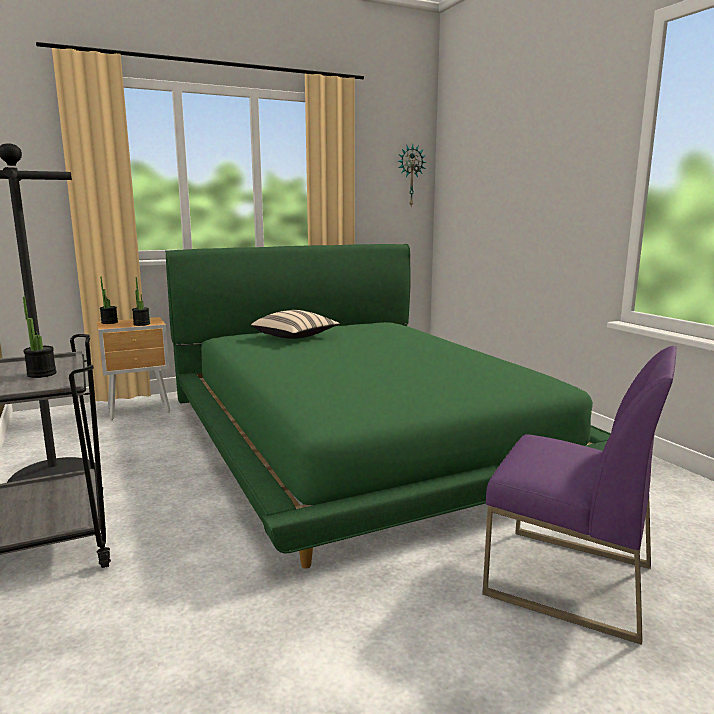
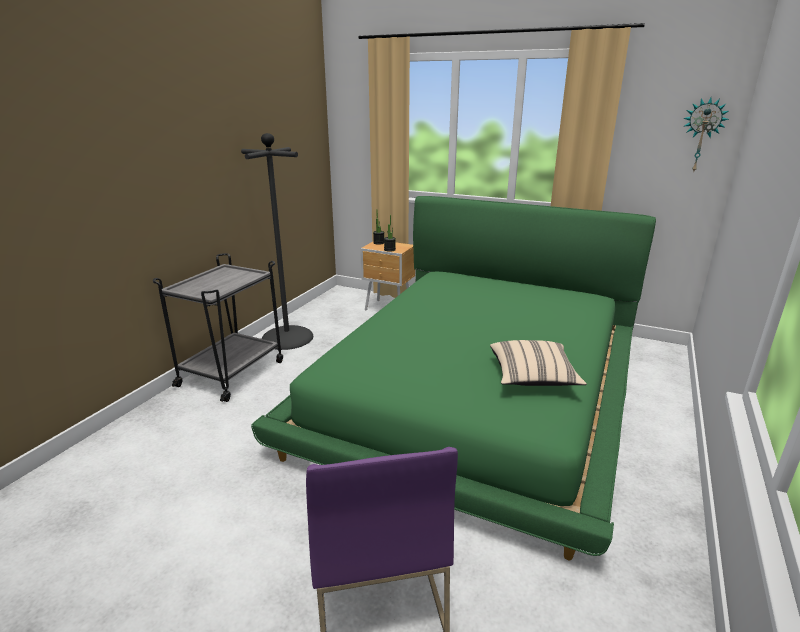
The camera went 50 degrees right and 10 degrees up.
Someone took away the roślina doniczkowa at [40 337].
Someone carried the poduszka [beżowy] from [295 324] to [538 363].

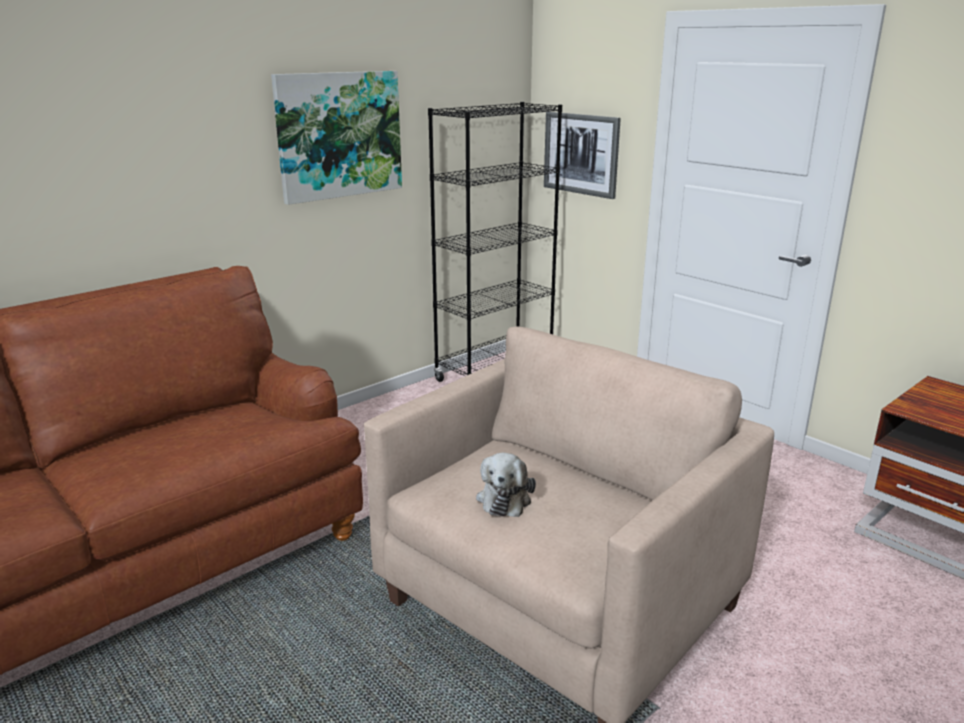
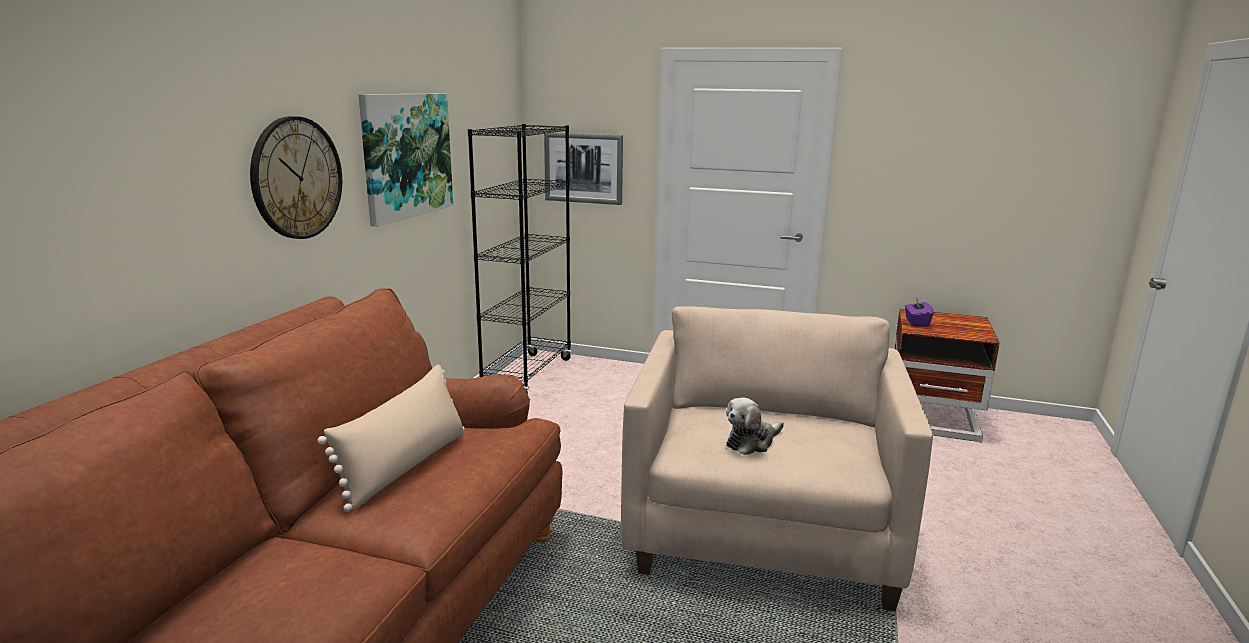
The camera went 30 degrees left and 5 degrees down.
Someone rotated the pluszak at [506 484] by 75 degrees clockwise.
Someone put up the zegar ścienny at [296 177].
Someone put down the poduszka [beżowy] at [391 438].
Someone put down the pudełko chusteczek [fioletowy] at [919 312].

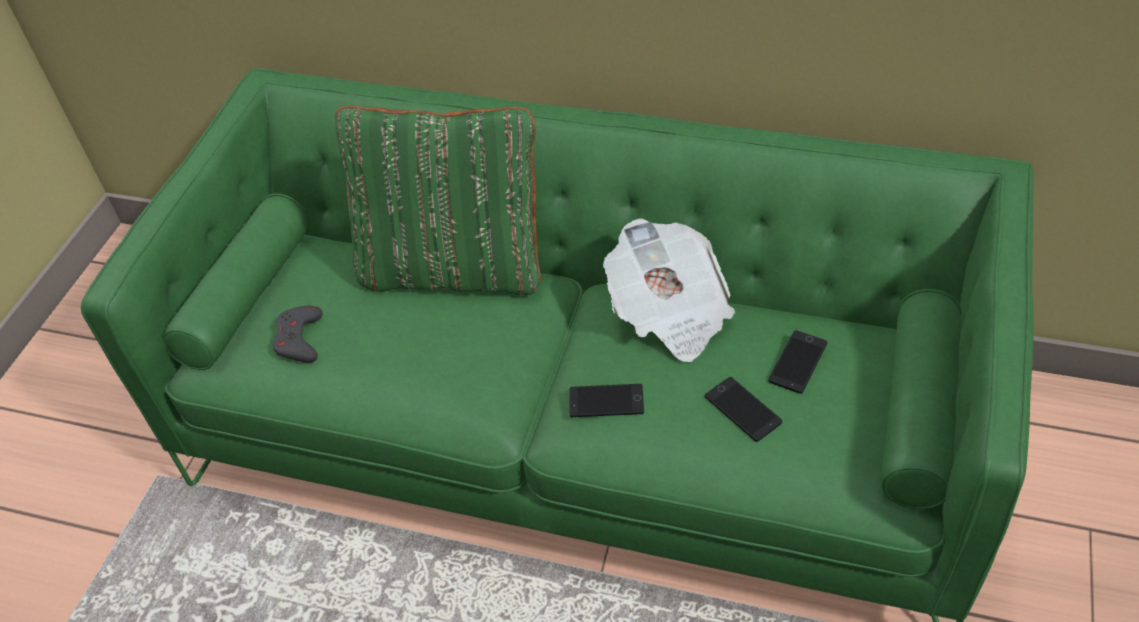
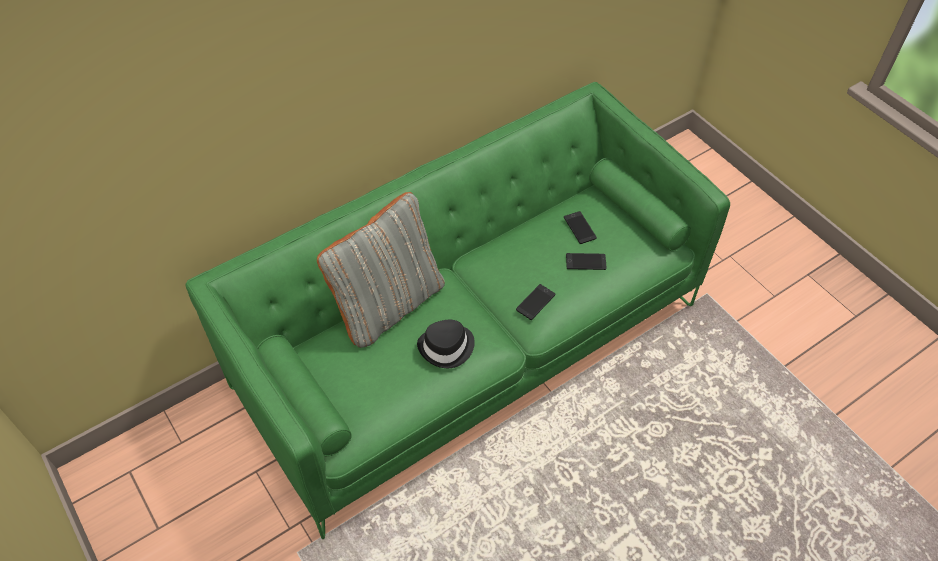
The camera went 55 degrees left and 5 degrees up.
Someone took away the pad do gier [szary] at [298 334].
Someone repainted the poduszka [zielony] at [438 200], which became the poduszka [szary] at [381 270].
Someone took away the gazeta at [669 290].
Someone put down the kapelusz [czarny] at [446 344].

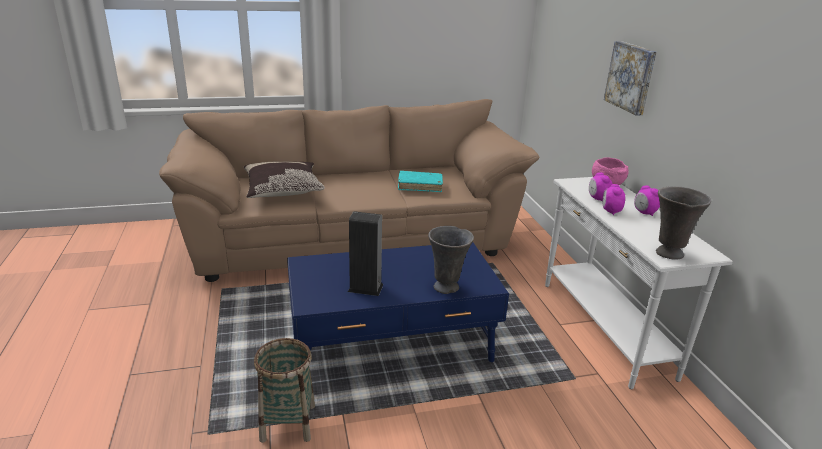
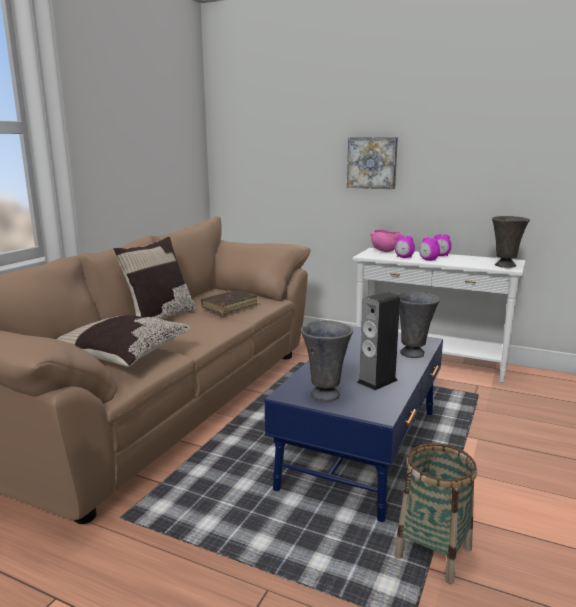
The camera went 50 degrees left and 10 degrees down.
Someone repainted the książka [turkusowy] at [420 181], which became the książka [brązowy] at [229 302].
Someone put down the poduszka at [154 278].
Someone put down the wazon [szary] at [327 361].

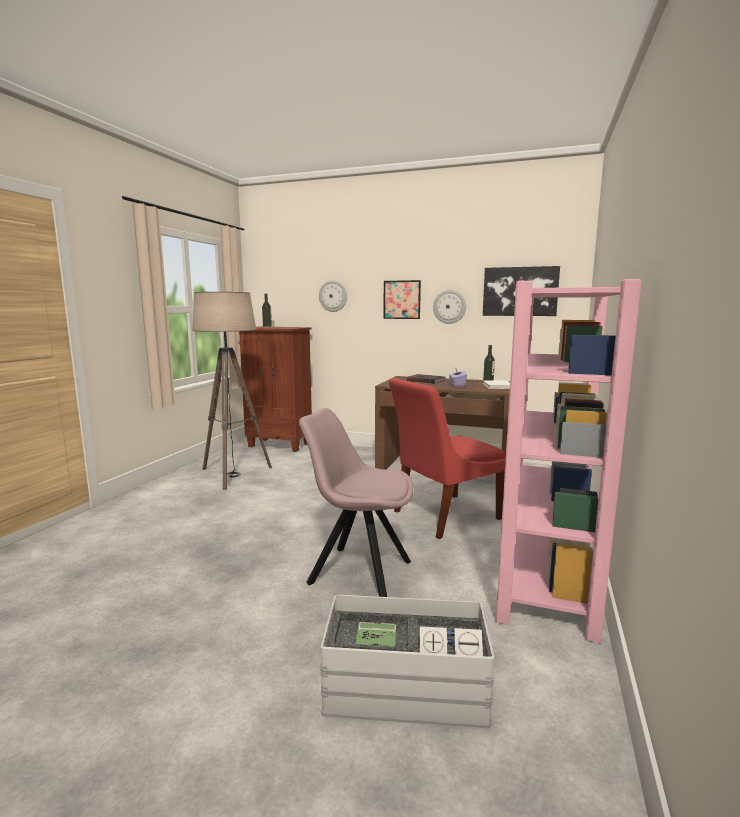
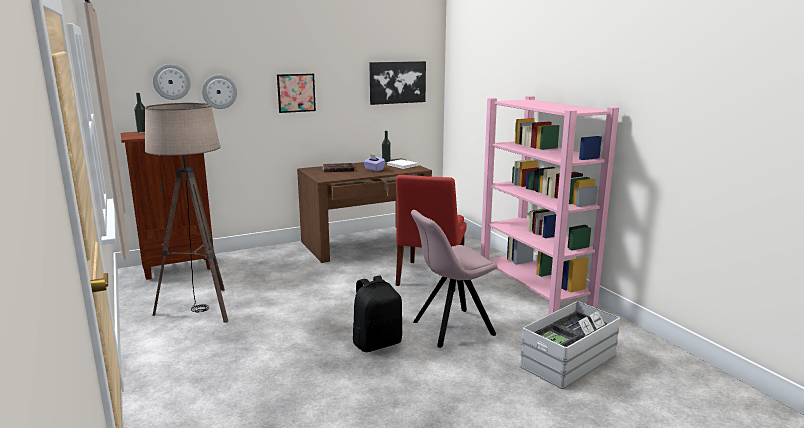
The camera went 45 degrees left and 5 degrees up.
Someone carried the zegar ścienny from [449 307] to [172 82].
Someone put down the plecak [czarny] at [377 313].

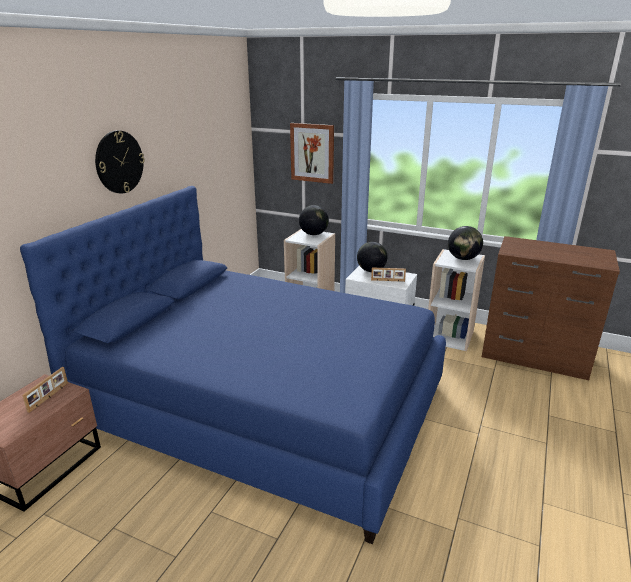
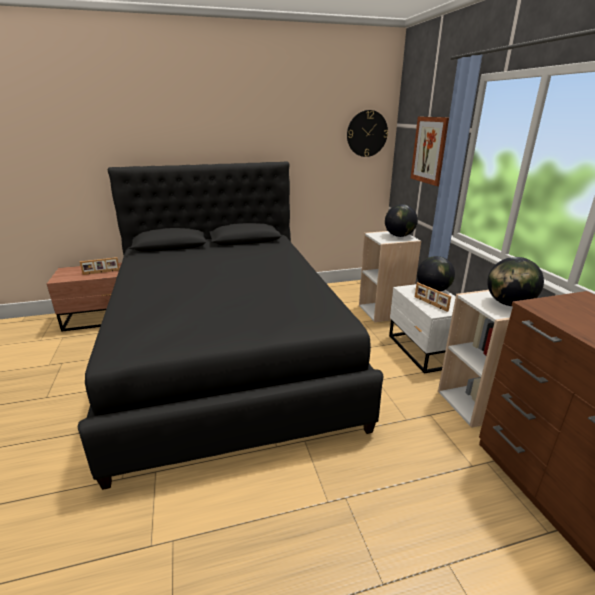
The camera went 50 degrees right and 0 degrees up.
Someone repainted the łóżko [niebieski] at [233 365], which became the łóżko [czarny] at [230 326].
Someone carried the zegar ścienny from [120 162] to [367 133].

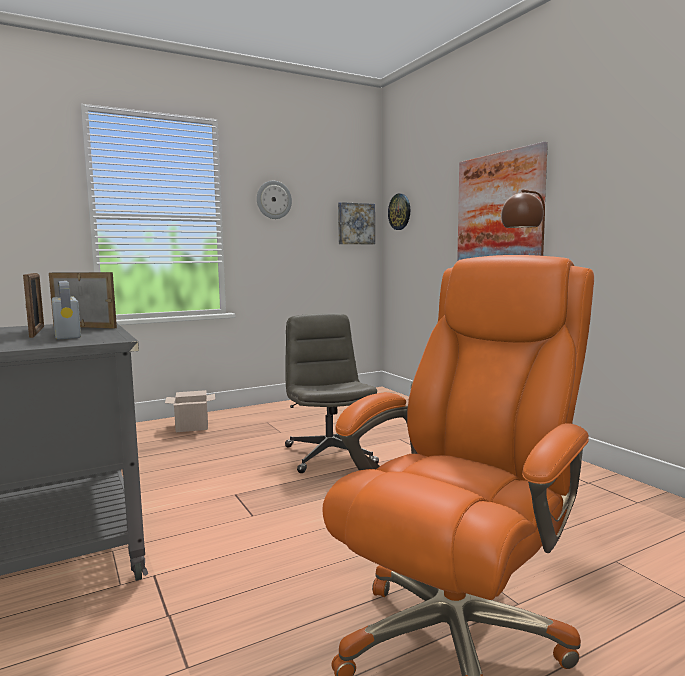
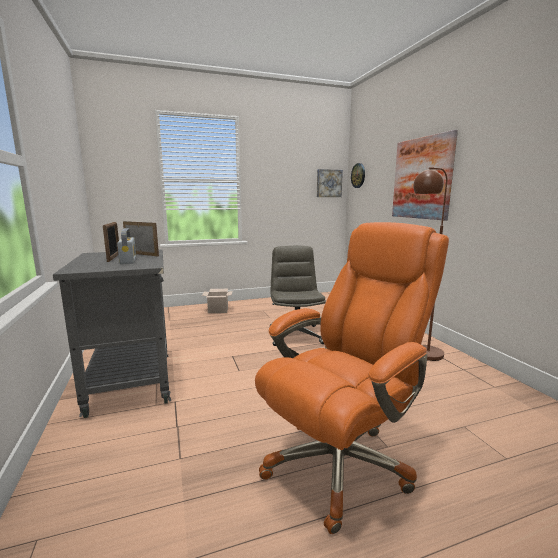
The camera went 10 degrees right and 5 degrees up.
Someone took away the zegar ścienny at [274 200].

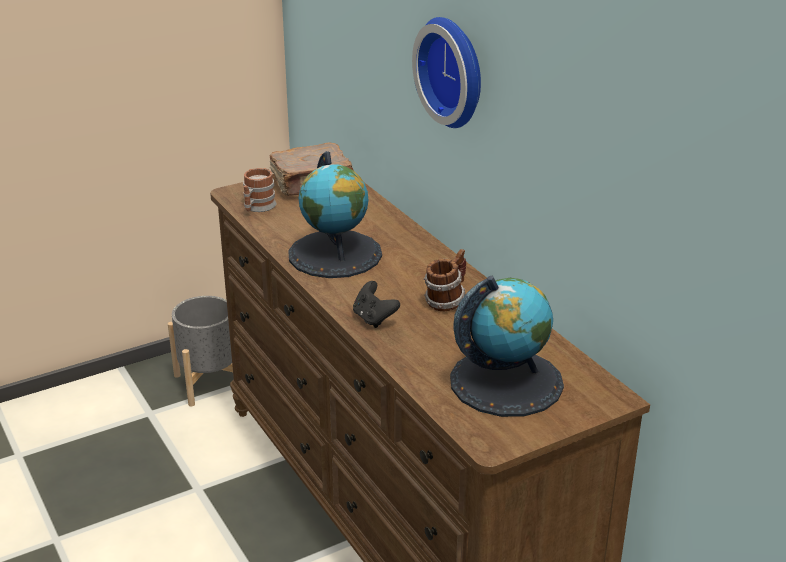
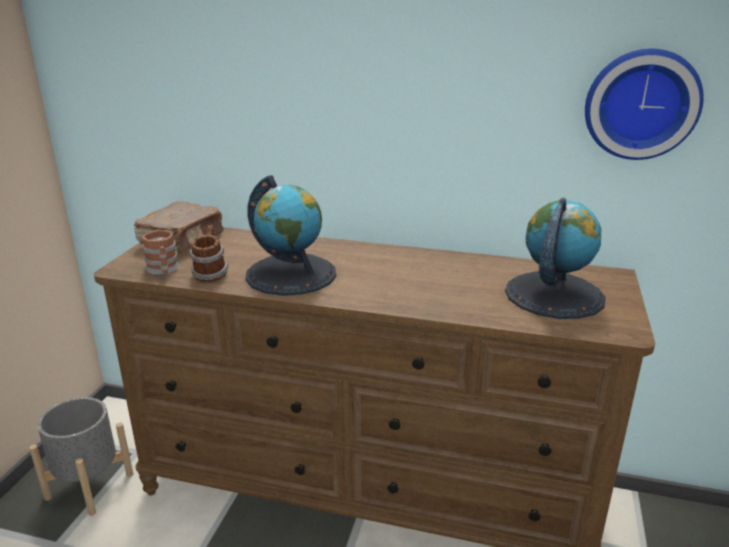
The camera went 45 degrees left and 5 degrees down.
Someone took away the pad do gier [czarny] at [376 304].
Someone carried the zegar ścienny from [446 72] to [644 104].
Someone carried the kubek from [445 280] to [209 253].

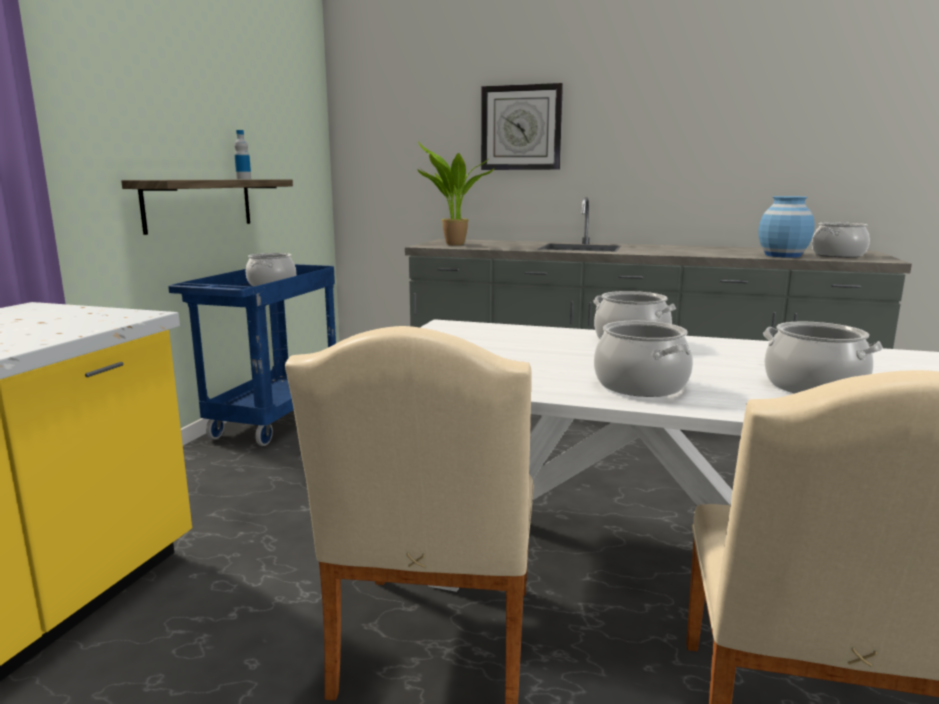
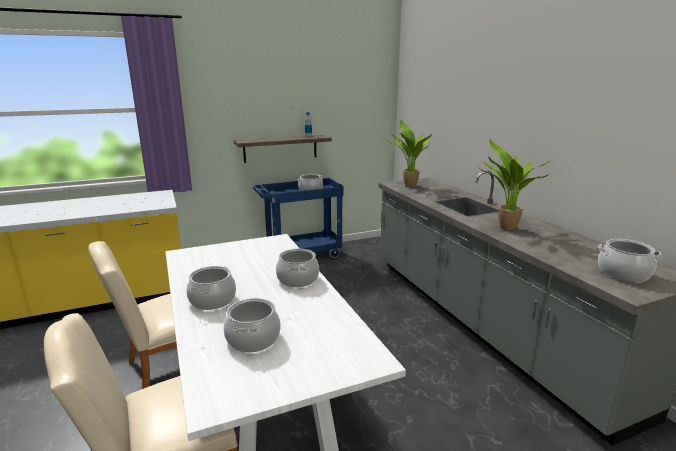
The camera went 50 degrees right and 5 degrees up.
Someone took away the zegar ścienny at [522 126].
Someone took away the wazon [niebieski] at [786 227].
Someone put down the roślina doniczkowa at [514 184].

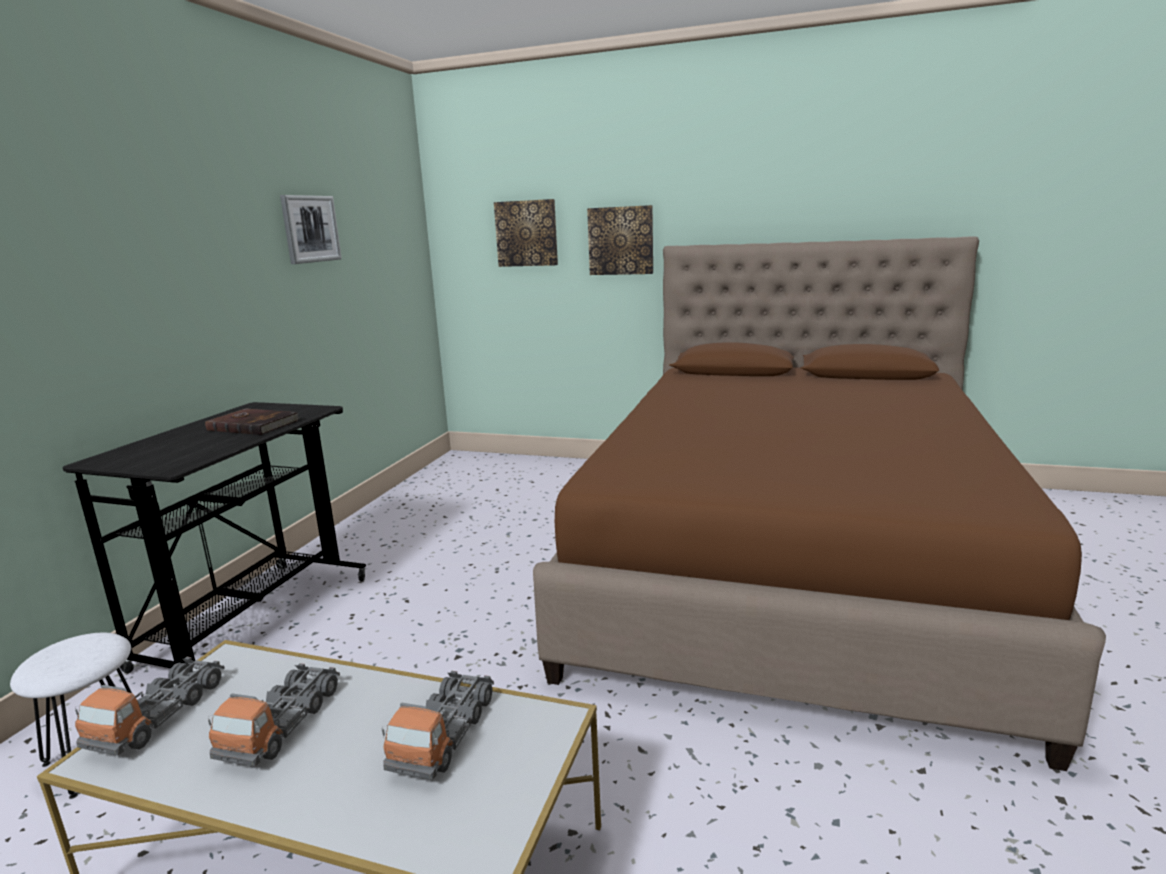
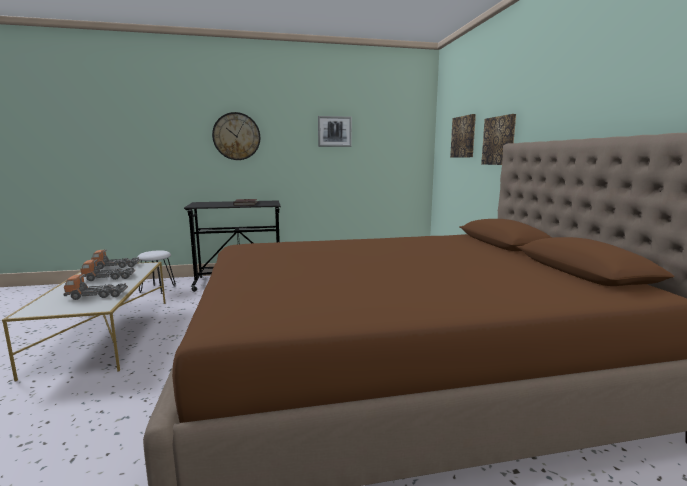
The camera went 60 degrees right and 5 degrees down.
Someone put up the zegar ścienny at [236 136].

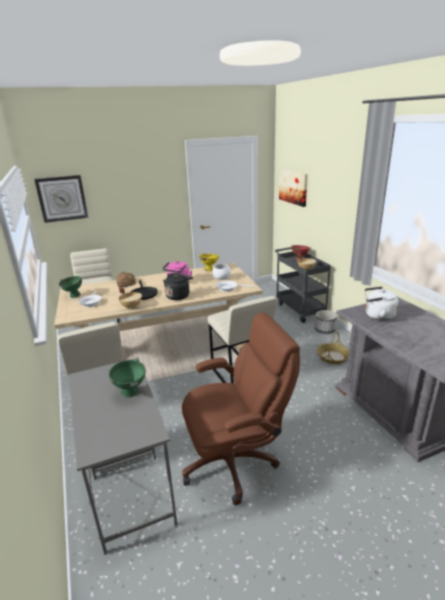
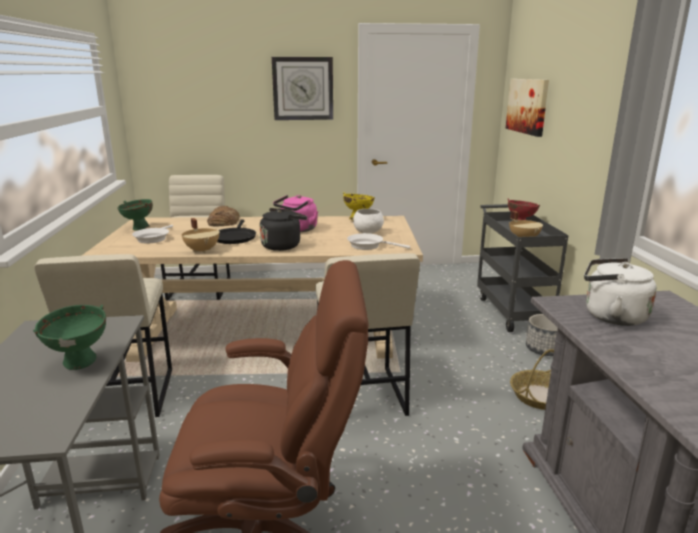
The camera went 15 degrees right and 5 degrees down.
Someone carried the zegar ścienny from [61 199] to [302 88].

